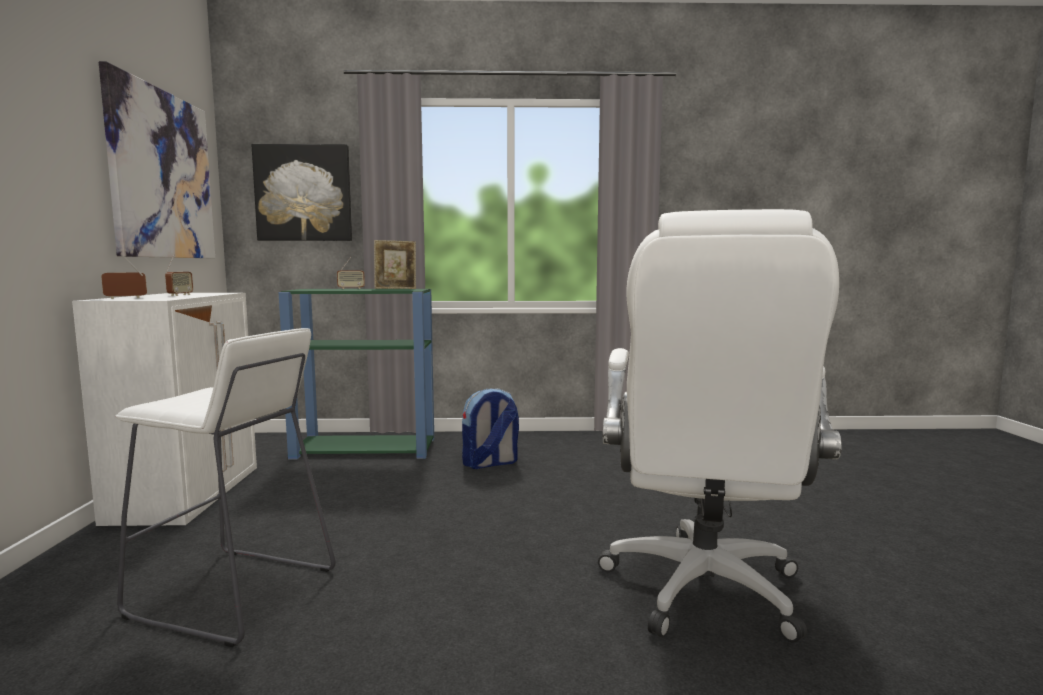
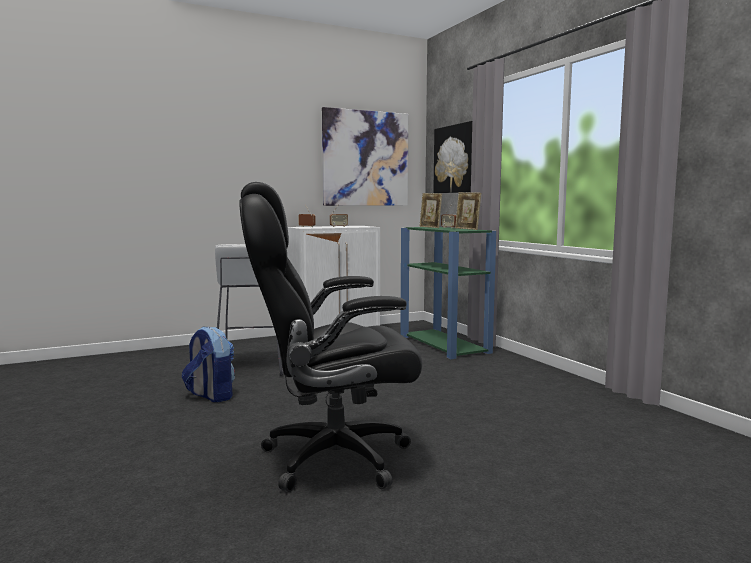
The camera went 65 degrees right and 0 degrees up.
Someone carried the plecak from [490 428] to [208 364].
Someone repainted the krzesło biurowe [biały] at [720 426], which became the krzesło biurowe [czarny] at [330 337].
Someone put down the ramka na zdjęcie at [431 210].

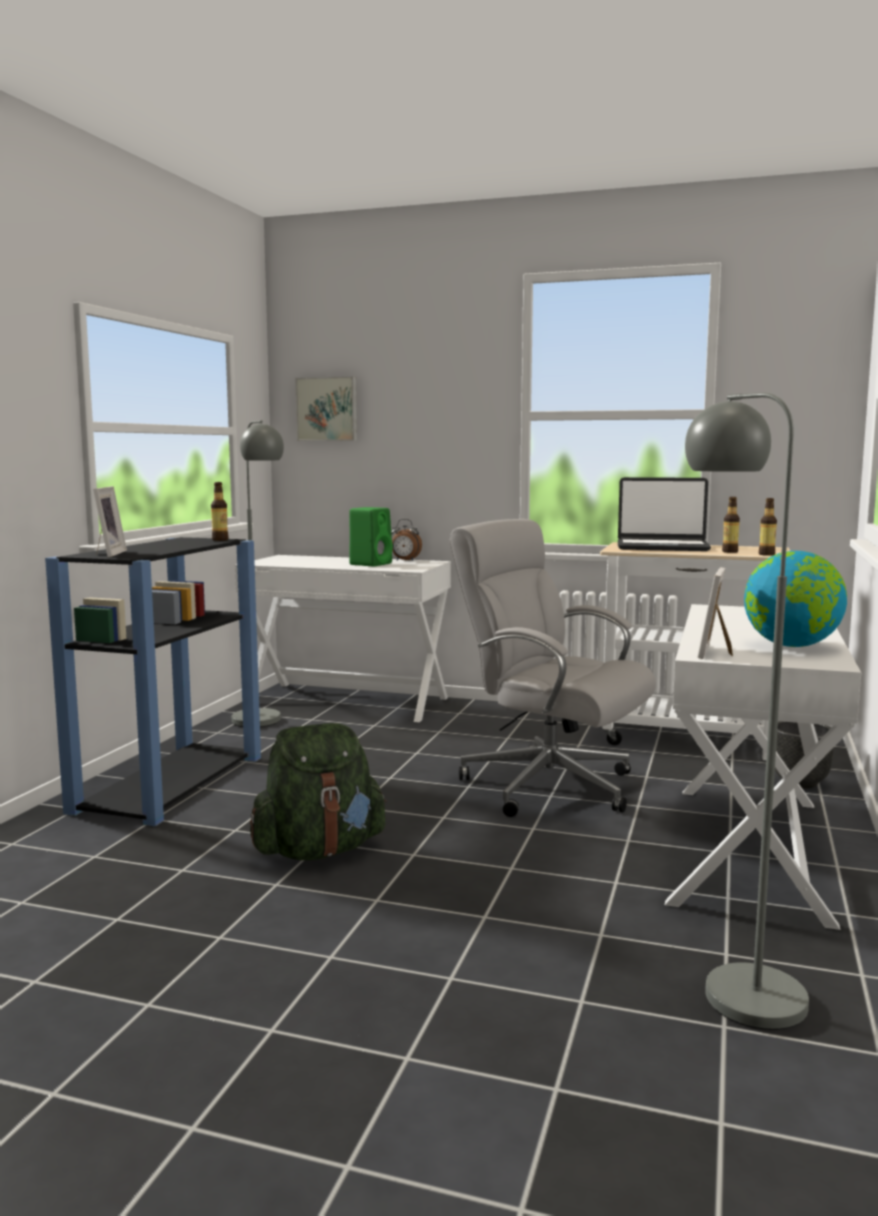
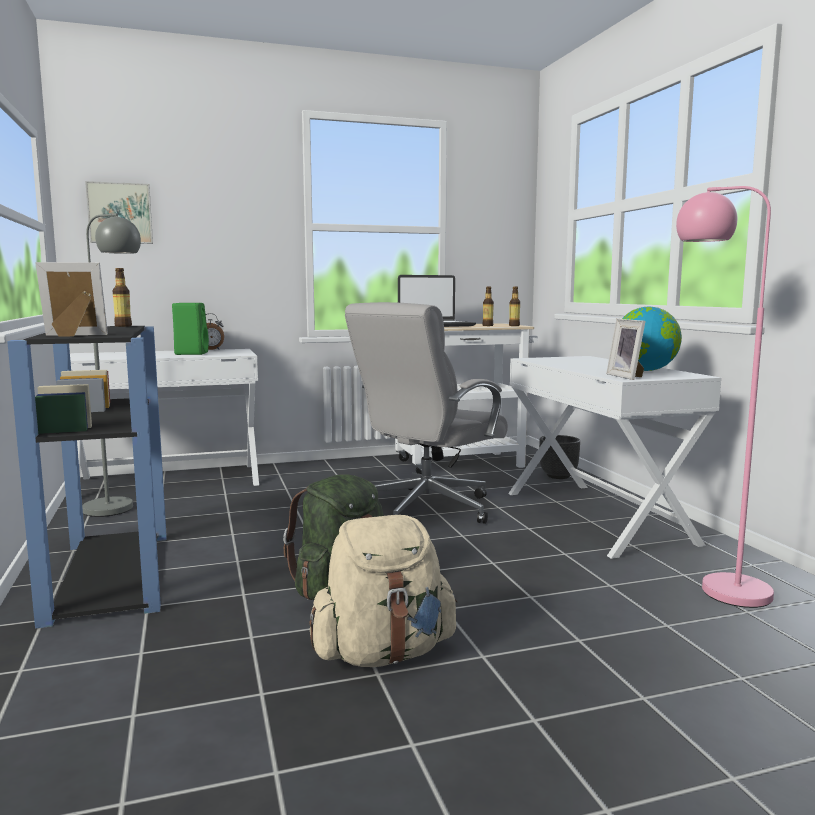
The camera went 35 degrees left and 0 degrees up.
Someone rotated the ramka na zdjęcie at [110 521] by 60 degrees counterclockwise.
Someone rotated the krzesło biurowe [szary] at [553 668] by 45 degrees counterclockwise.
Someone repainted the lampa stojąca [szary] at [747 711], which became the lampa stojąca [różowy] at [725 397].
Someone put down the plecak [beżowy] at [383 591].

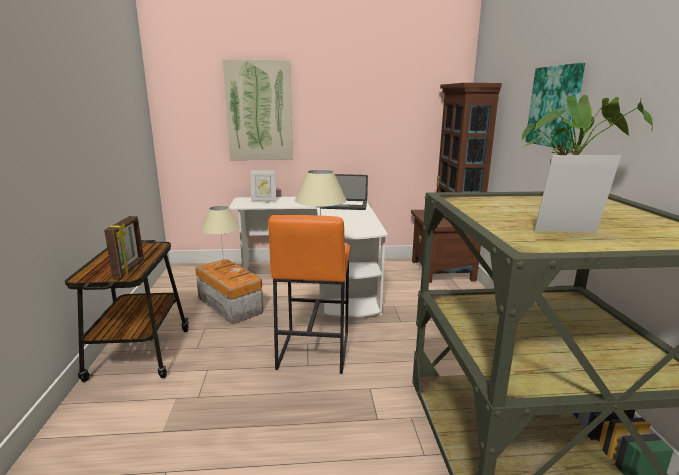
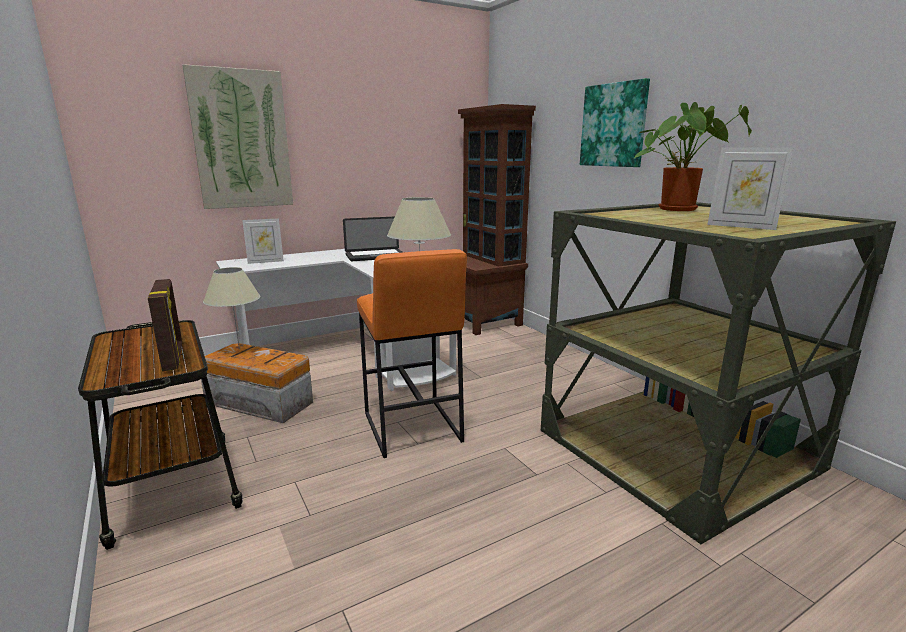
The camera went 25 degrees left and 0 degrees up.
Someone rotated the ramka na zdjęcie at [577 193] by 120 degrees counterclockwise.

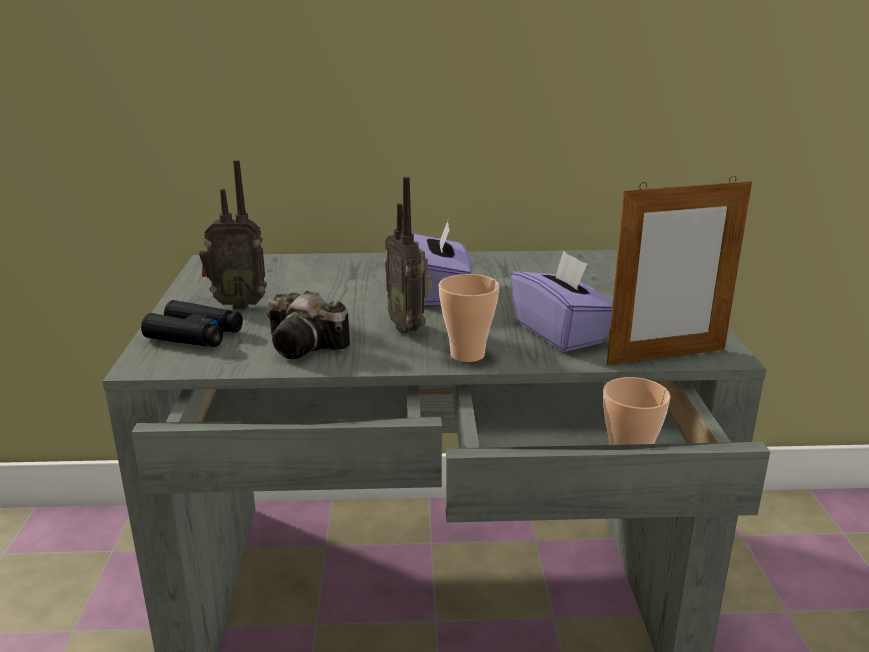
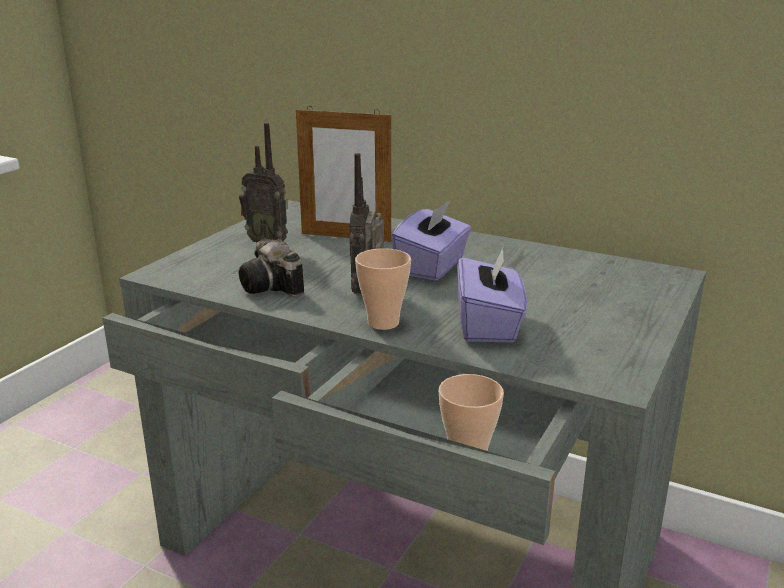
The camera went 30 degrees right and 0 degrees up.
Someone took away the lornetka [czarny] at [192 323].
Someone carried the ramka na zdjęcie from [679 270] to [343 174].

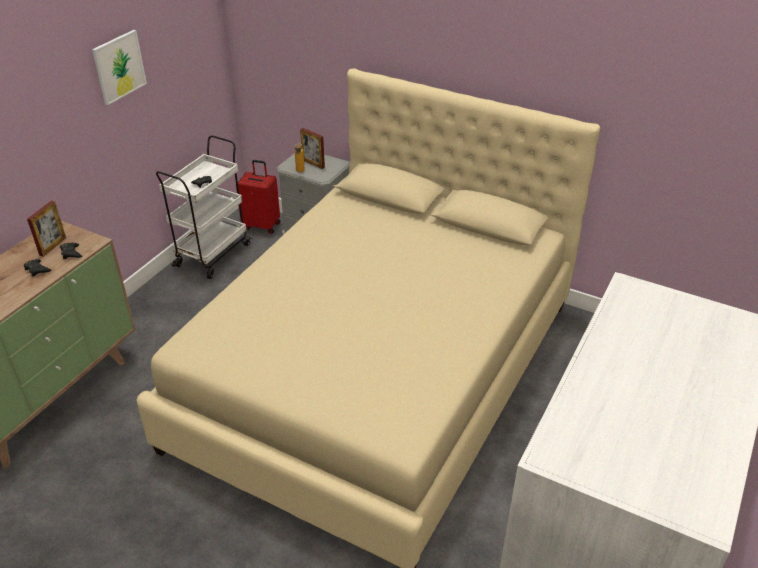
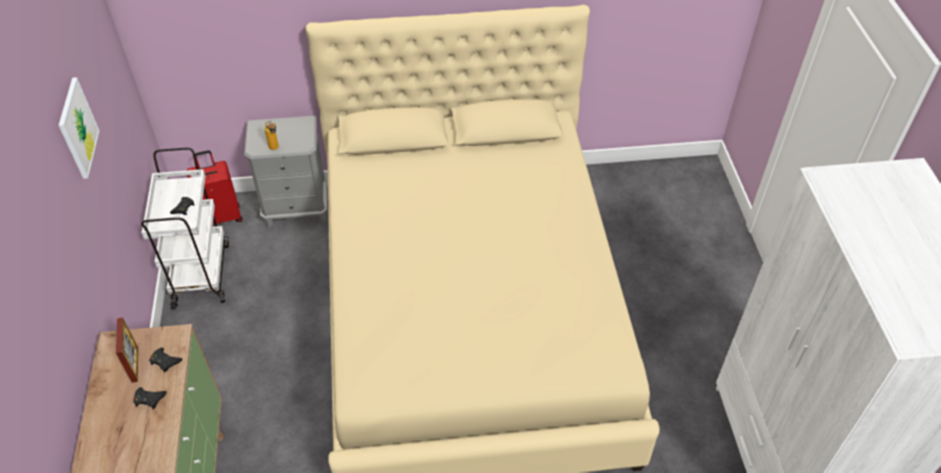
The camera went 35 degrees left and 10 degrees up.
Someone took away the ramka na zdjęcie at [312 148].

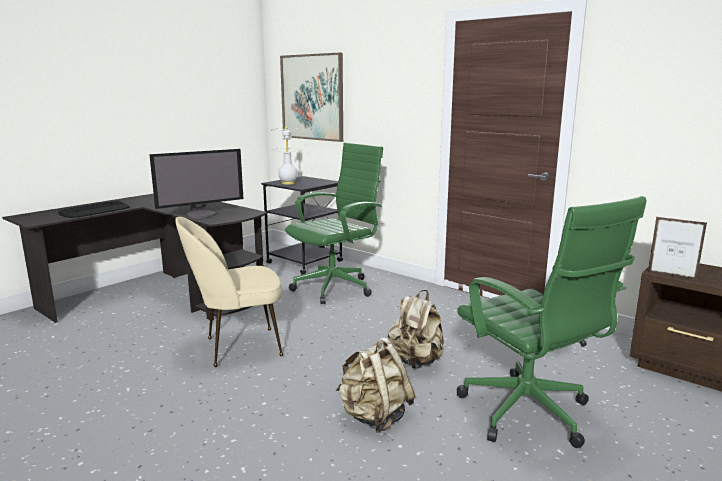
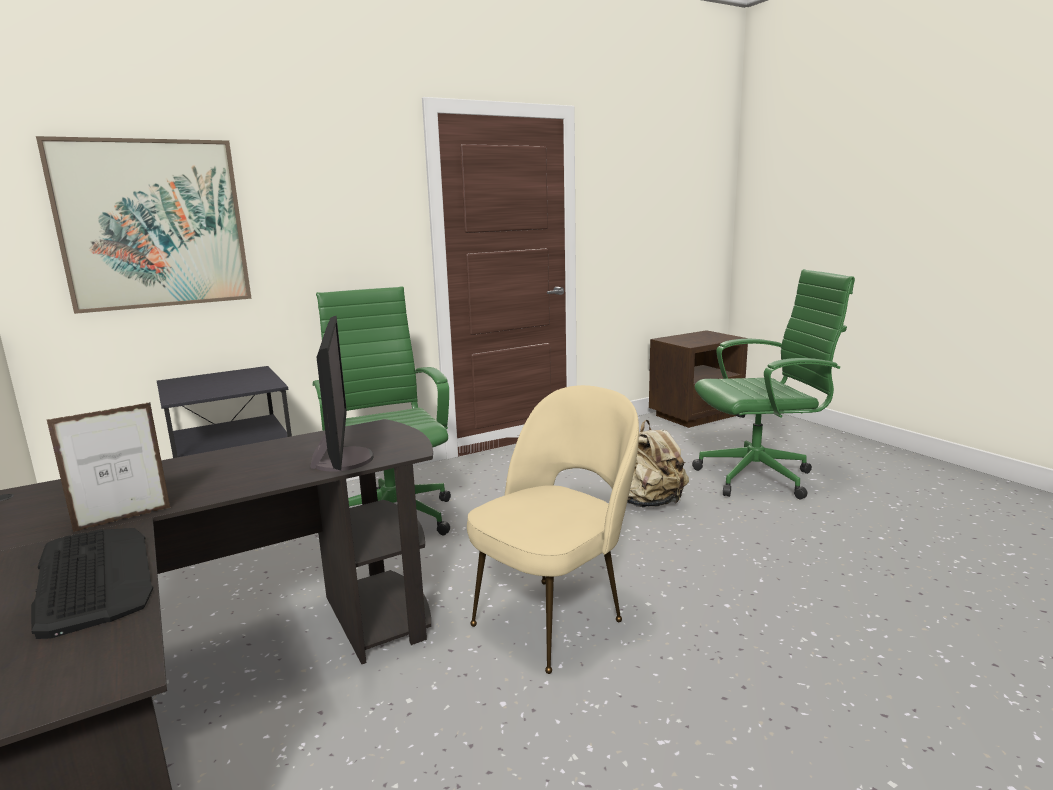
The camera went 70 degrees left and 0 degrees up.
Someone rotated the krzesło [beżowy] at [229 292] by 135 degrees counterclockwise.
Someone took away the lampa stołowa [biały] at [287 155].
Someone took away the plecak [beżowy] at [375 385].
Someone carried the ramka na zdjęcie from [677 248] to [109 467].

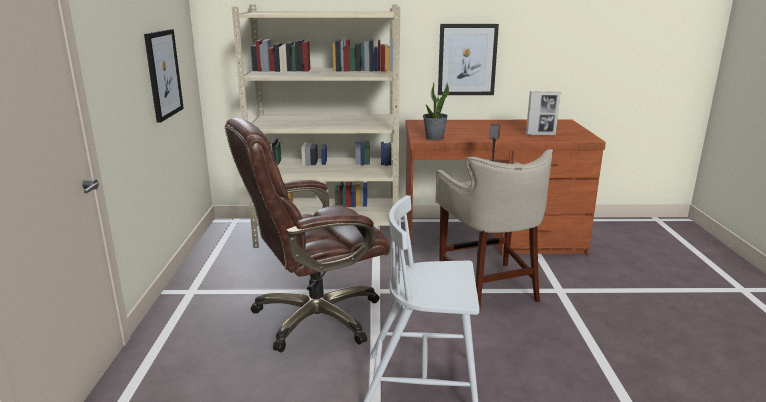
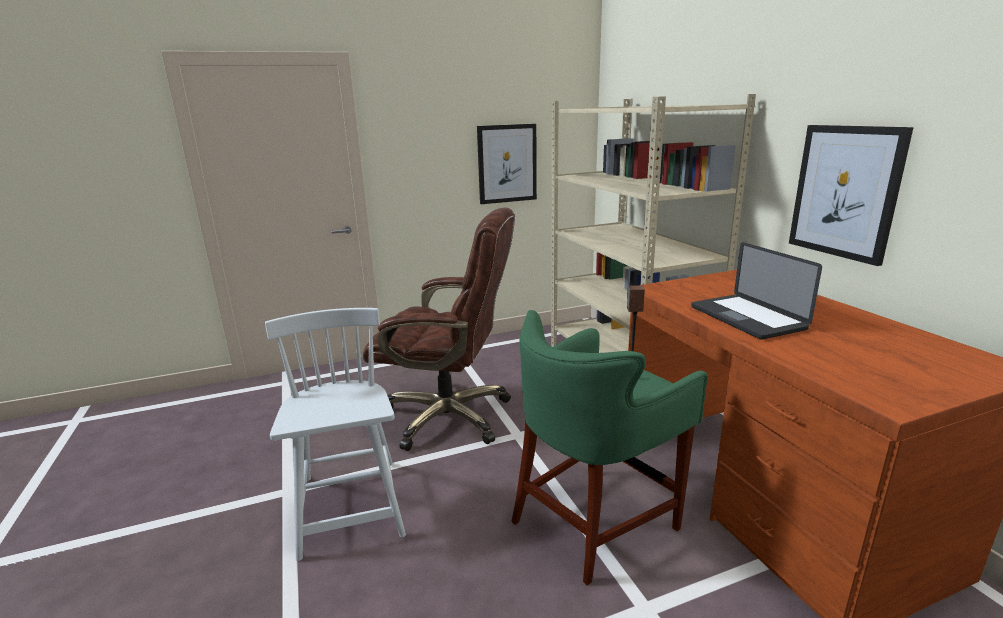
The camera went 70 degrees right and 0 degrees up.
Someone rotated the krzesło biurowe [brązowy] at [307 235] by 150 degrees clockwise.
Someone took away the roślina doniczkowa at [436 111].
Someone repainted the stołek [beżowy] at [494 231], which became the stołek [zielony] at [609 448].
Someone took away the ramka na zdjęcie at [543 113].
Someone put down the laptop at [756 291].

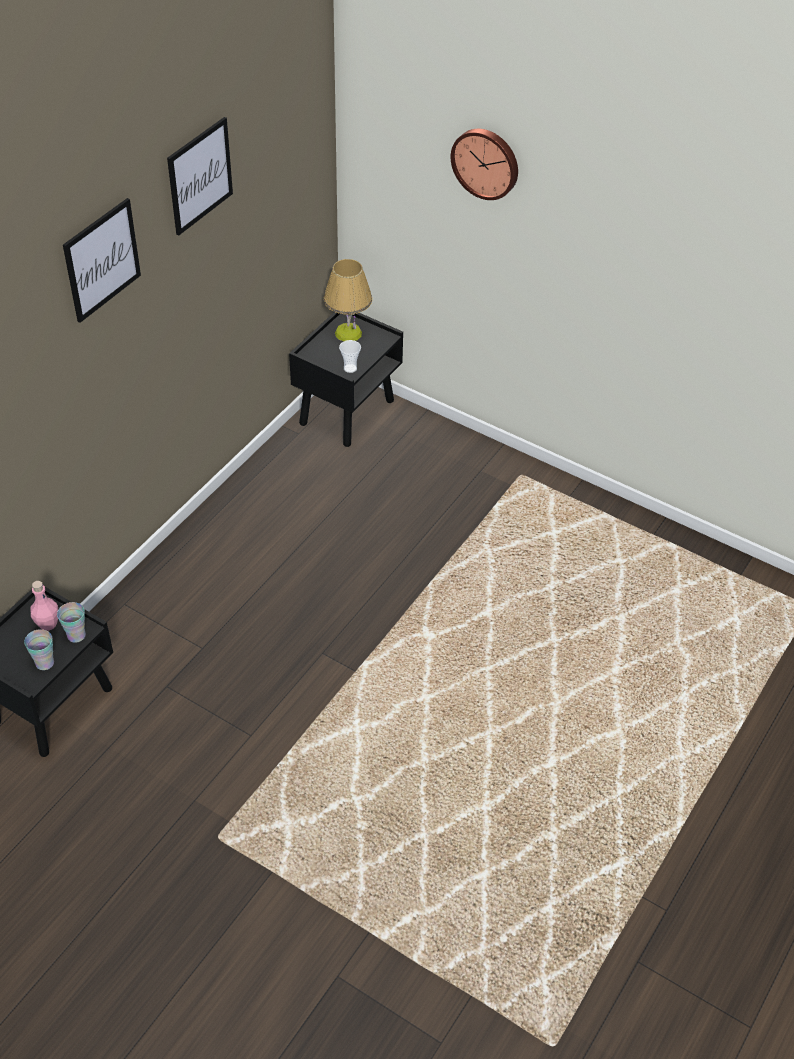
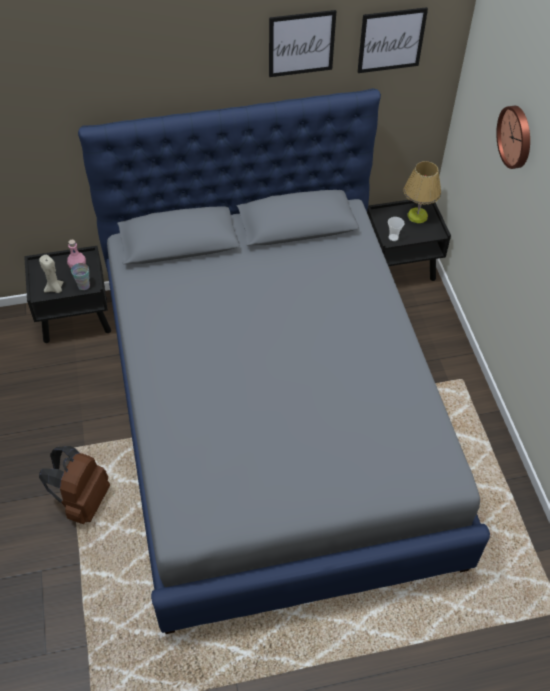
The camera went 45 degrees right and 5 degrees up.
Someone swapped the filiżanka at [39 649] for the świeca [beżowy] at [51 274].
Someone carried the obraz from [102 260] to [392 40].
Someone put down the plecak [brązowy] at [74 485].
Someone put down the łóżko [szary] at [284 361].

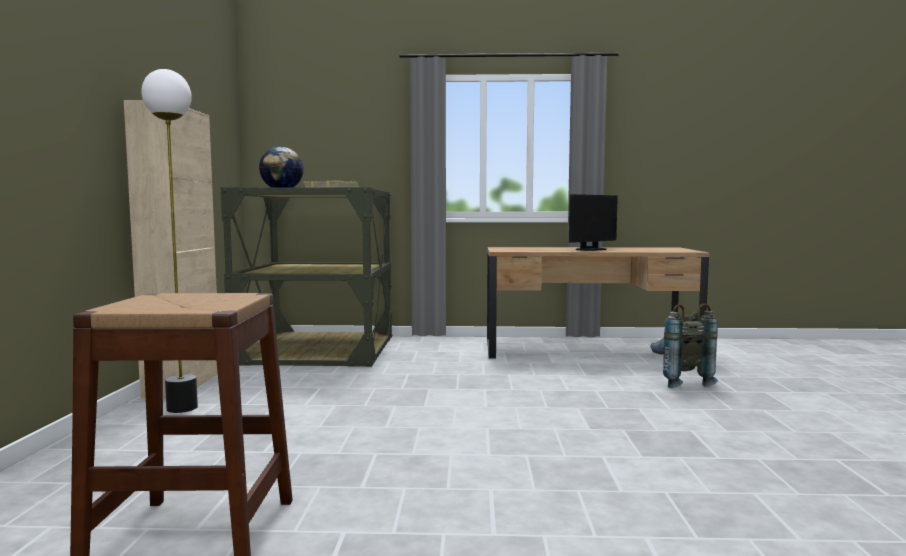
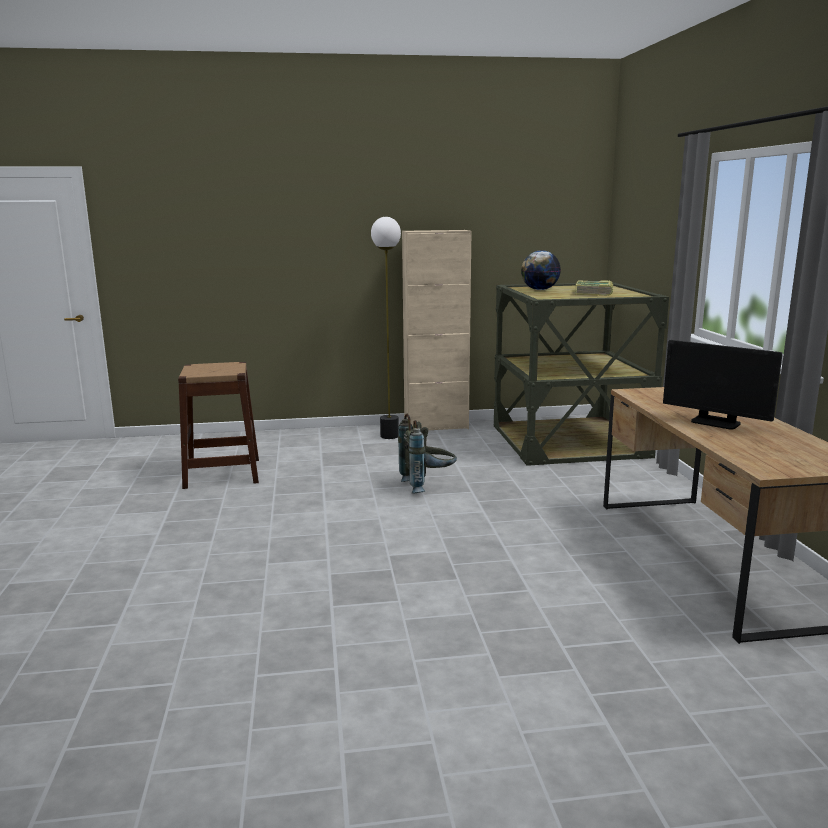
The camera went 80 degrees right and 10 degrees up.
Someone carried the plecak [szary] from [684 346] to [427 454].

